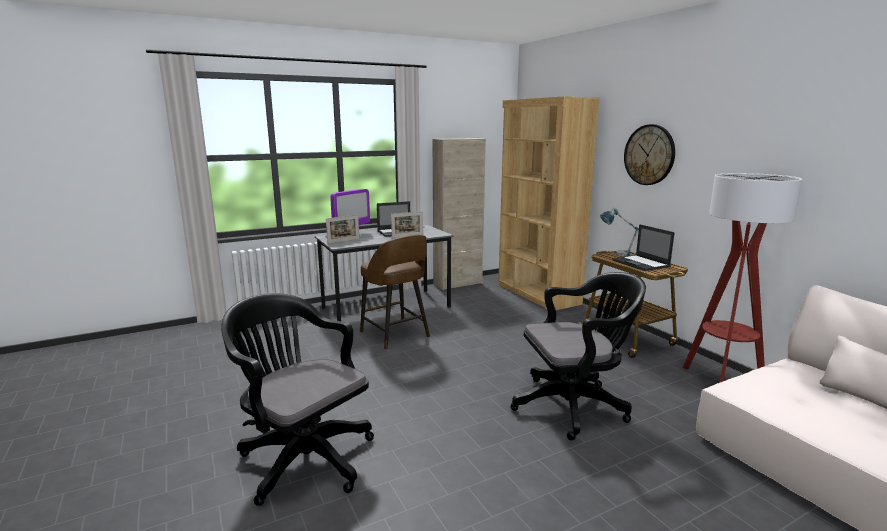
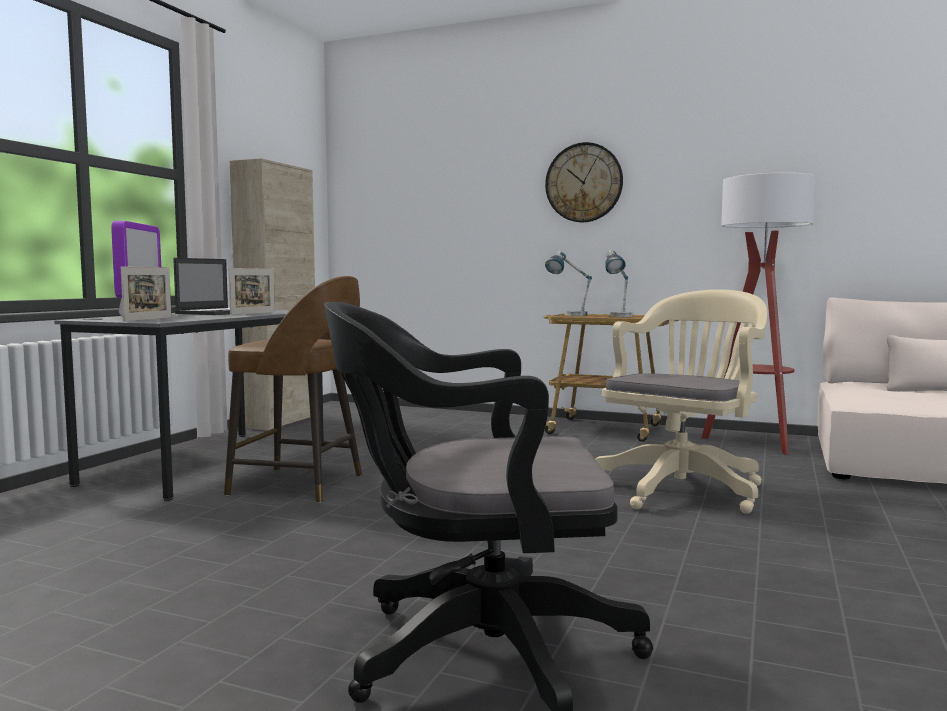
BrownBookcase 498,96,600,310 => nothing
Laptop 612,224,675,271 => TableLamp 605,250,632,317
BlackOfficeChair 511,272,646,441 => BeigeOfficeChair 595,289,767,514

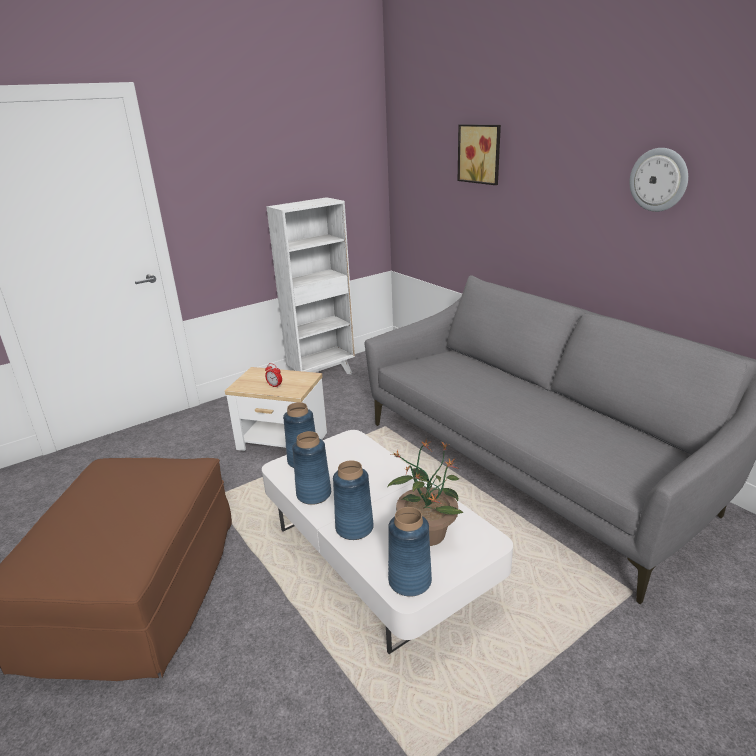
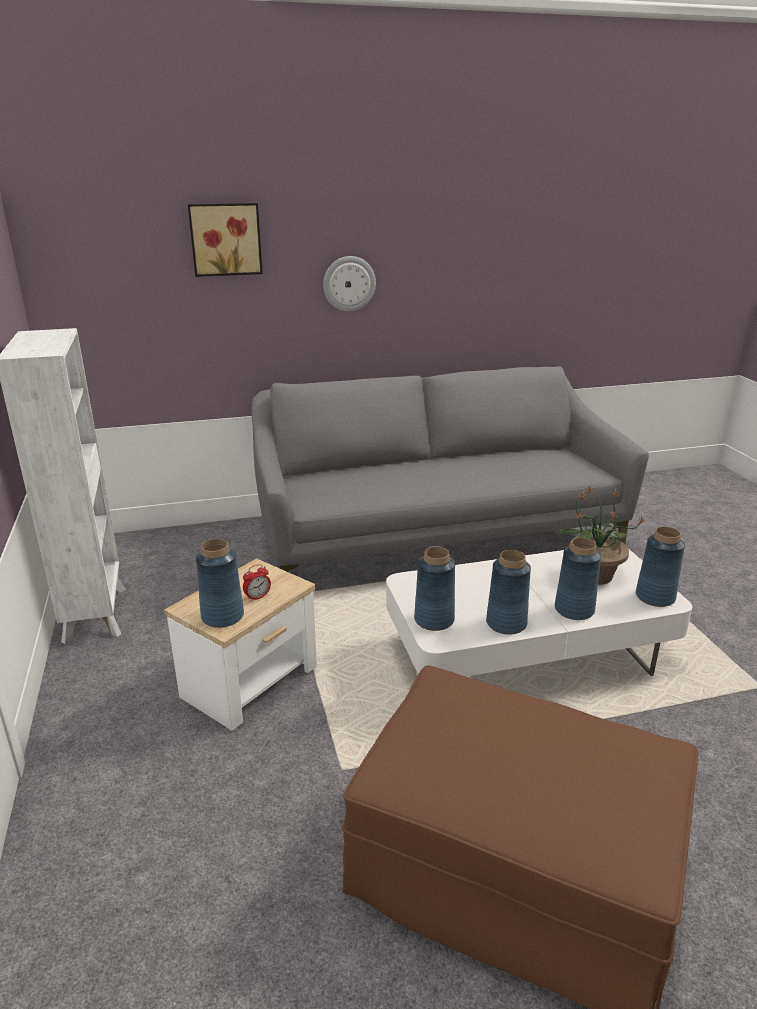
nothing => BlueVase 196,539,244,628
WallClock 630,148,688,212 => WallClock 323,256,376,311, shifted

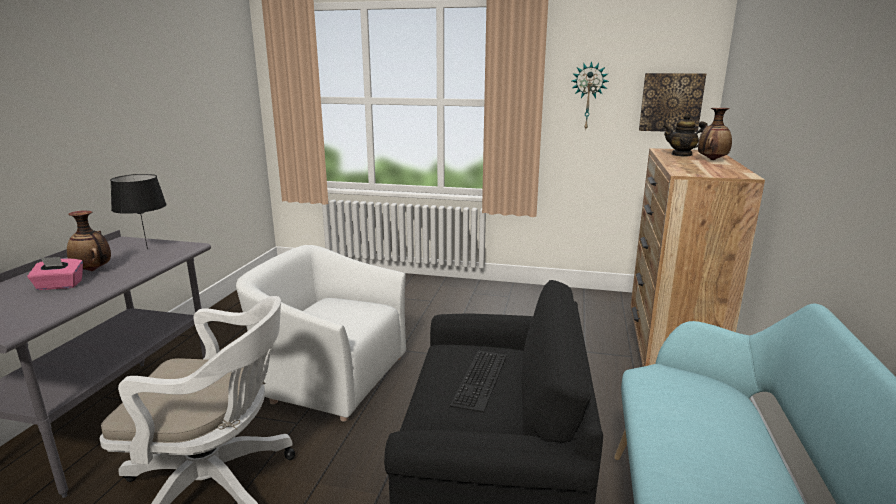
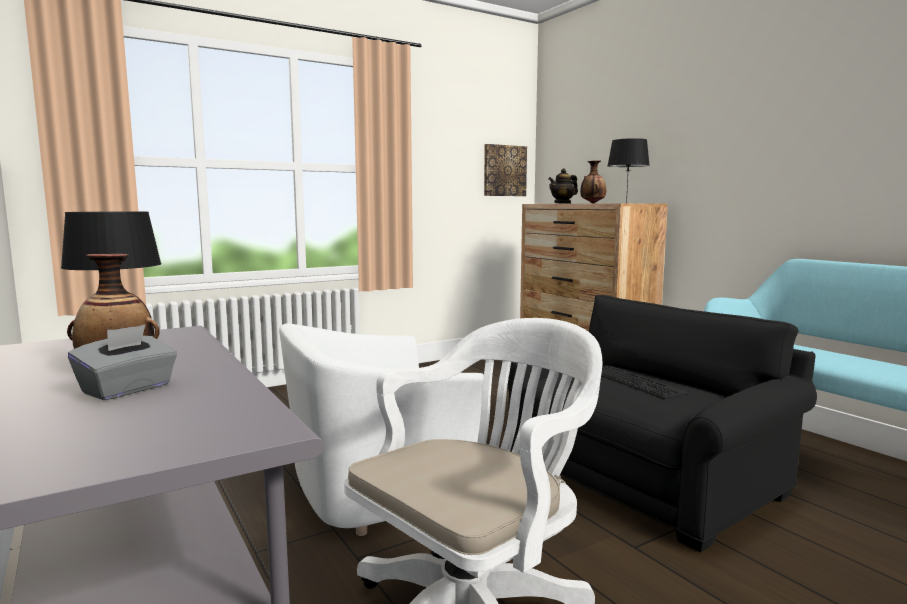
WallClock 572,61,609,129 => nothing
nothing => BlackTableLamp 608,138,650,203
PinkTissueBox 27,257,83,290 => GreyTissueBox 68,324,177,400

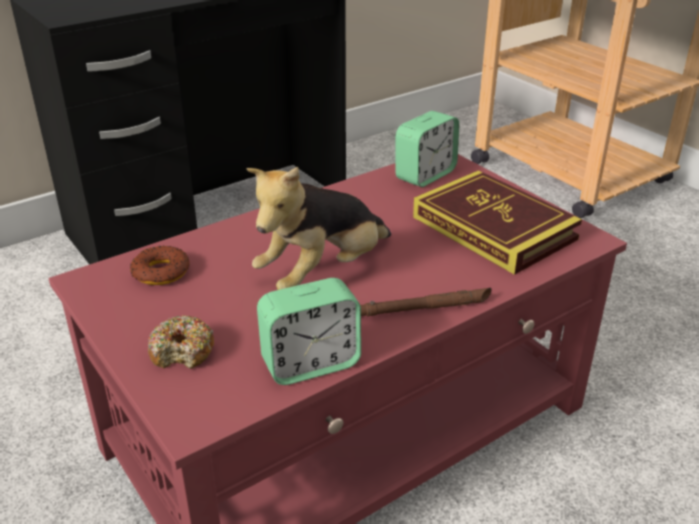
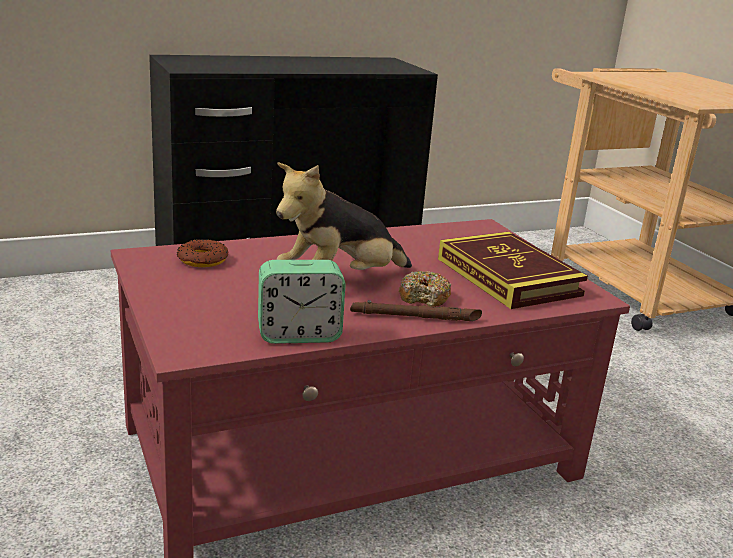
AlarmClock 396,111,459,187 => nothing
Donut 148,315,214,369 => Donut 399,270,451,307, shifted

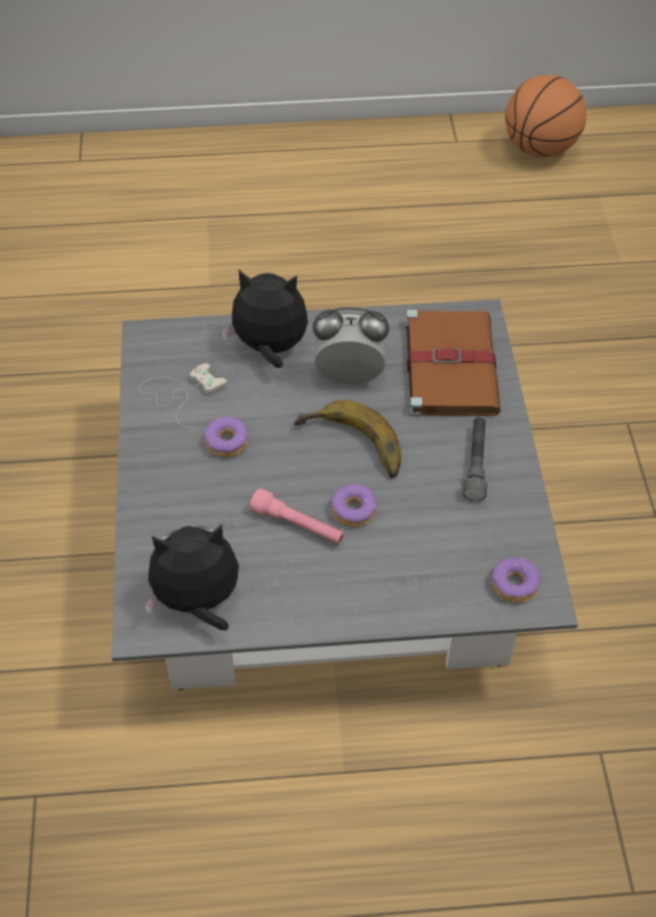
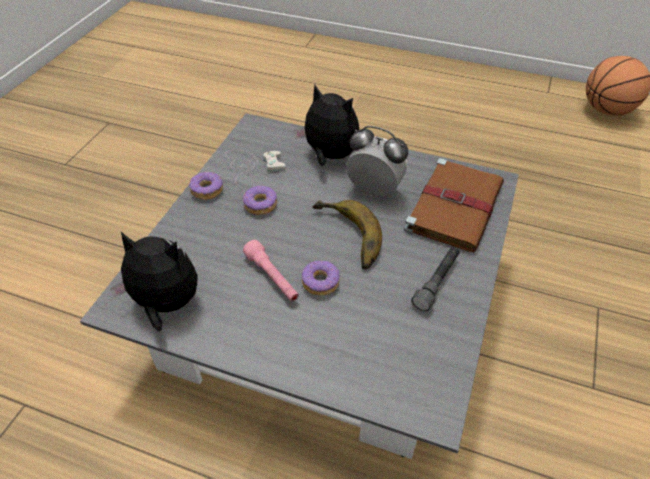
Donut 491,557,541,603 => Donut 189,172,223,200, shifted

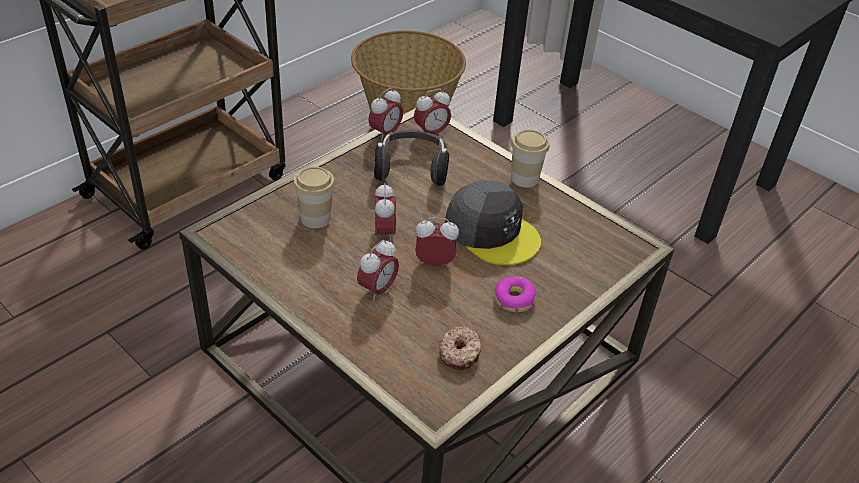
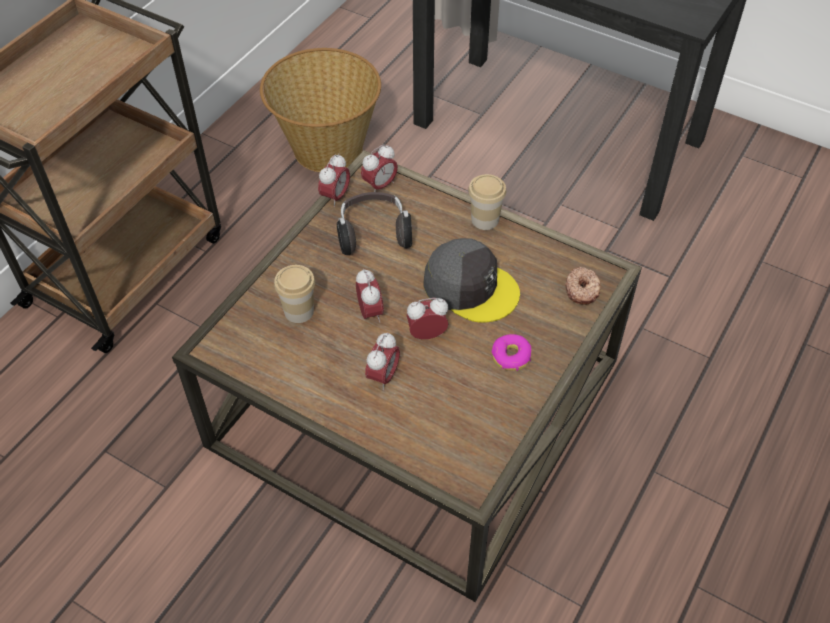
Donut 439,326,482,370 => Donut 565,267,601,305, shifted

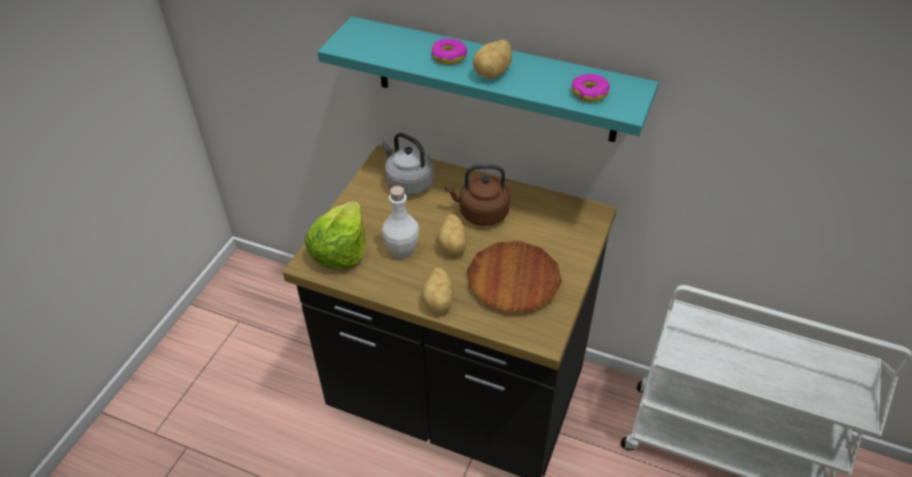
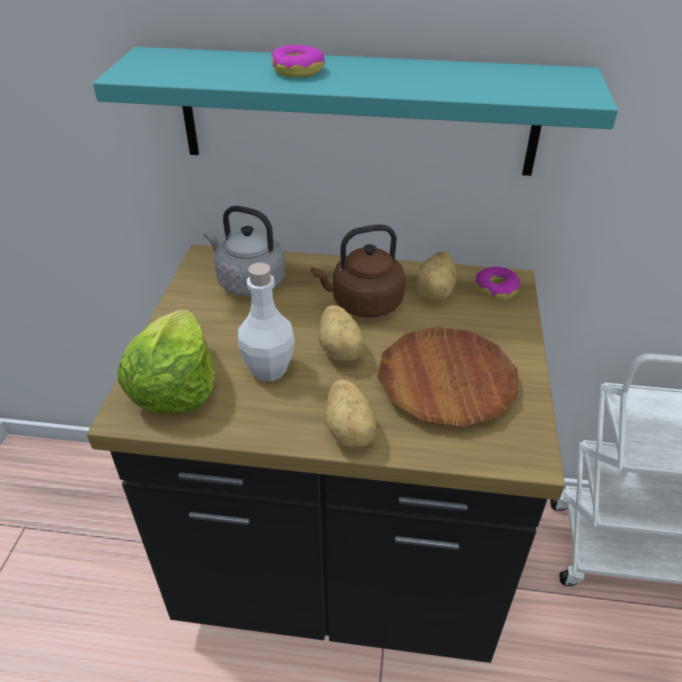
Potato 473,39,512,79 => Potato 415,251,457,301, shifted
Donut 571,74,610,102 => Donut 475,267,520,300, shifted

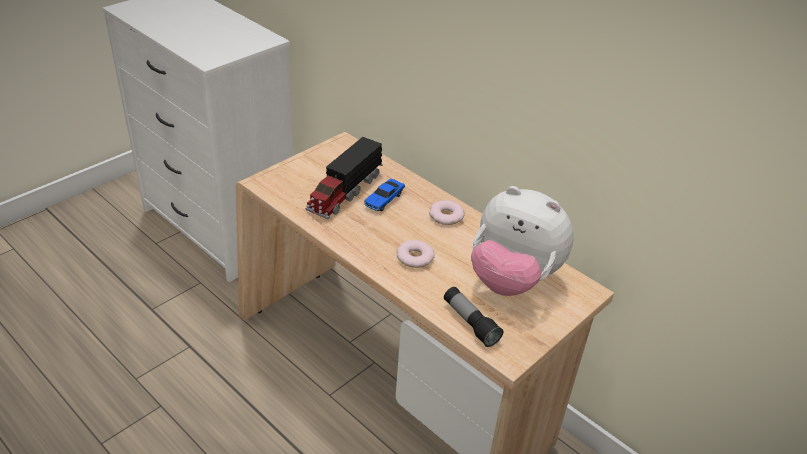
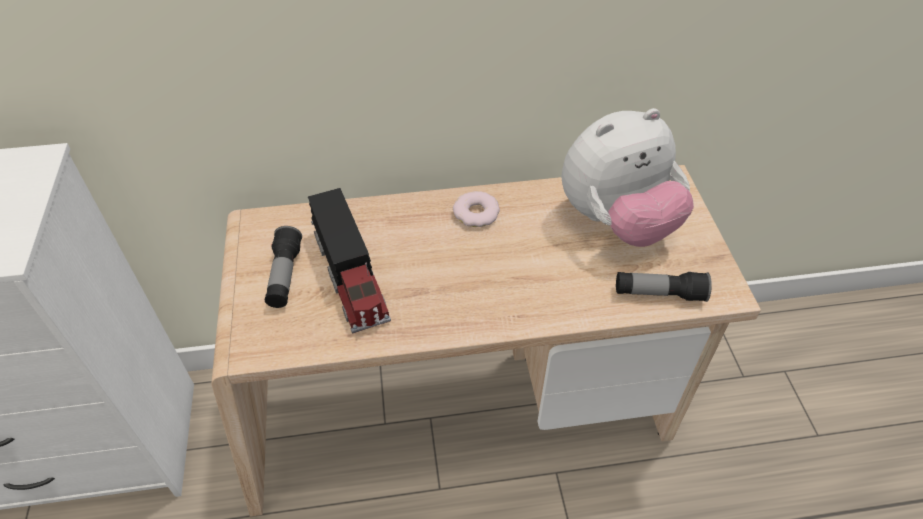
ToyCar 364,179,405,211 => nothing
Donut 397,240,435,268 => nothing
nothing => Flashlight 265,226,302,308

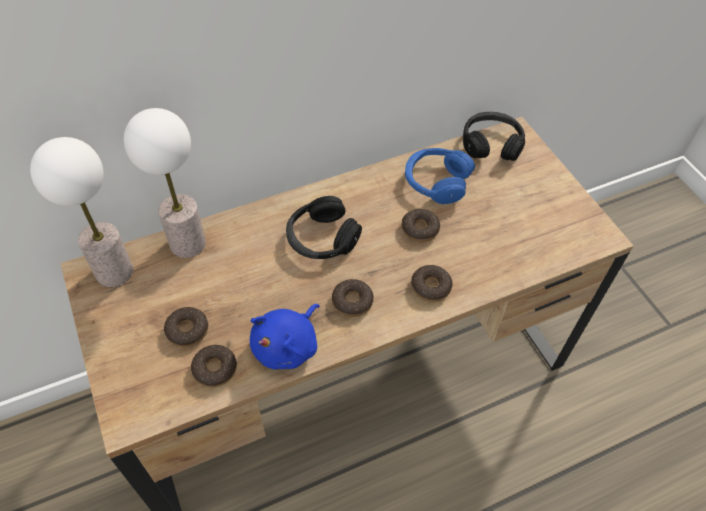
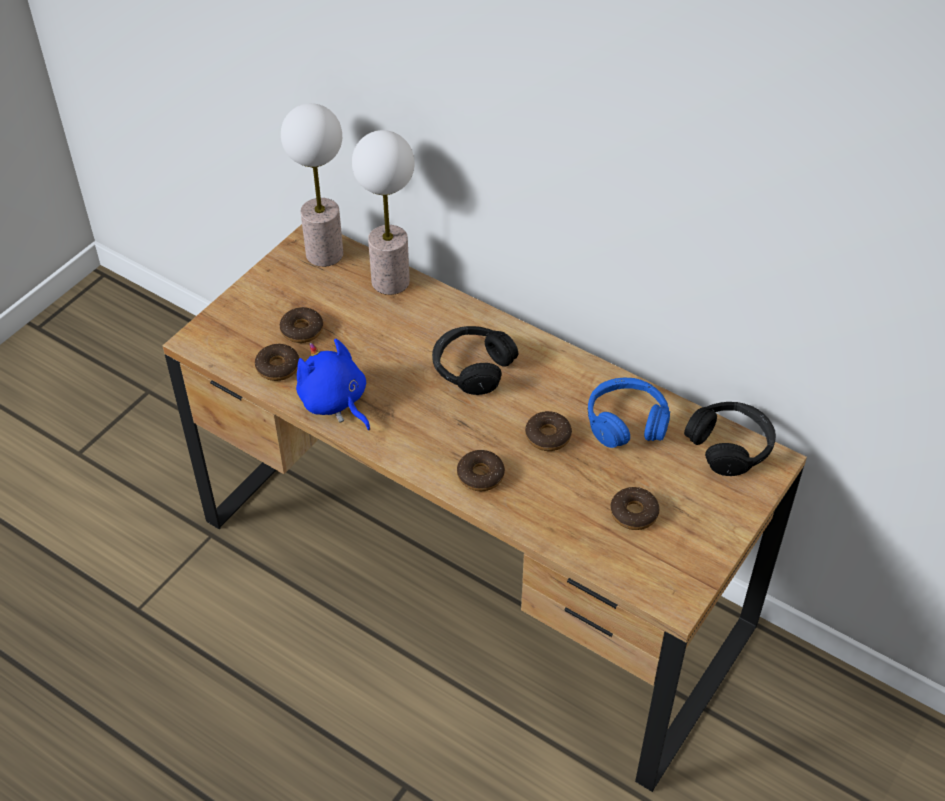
Donut 332,279,374,317 => Donut 610,487,659,530, shifted
BluePlushToy 250,304,320,370 => BluePlushToy 296,339,370,430, 45 degrees clockwise

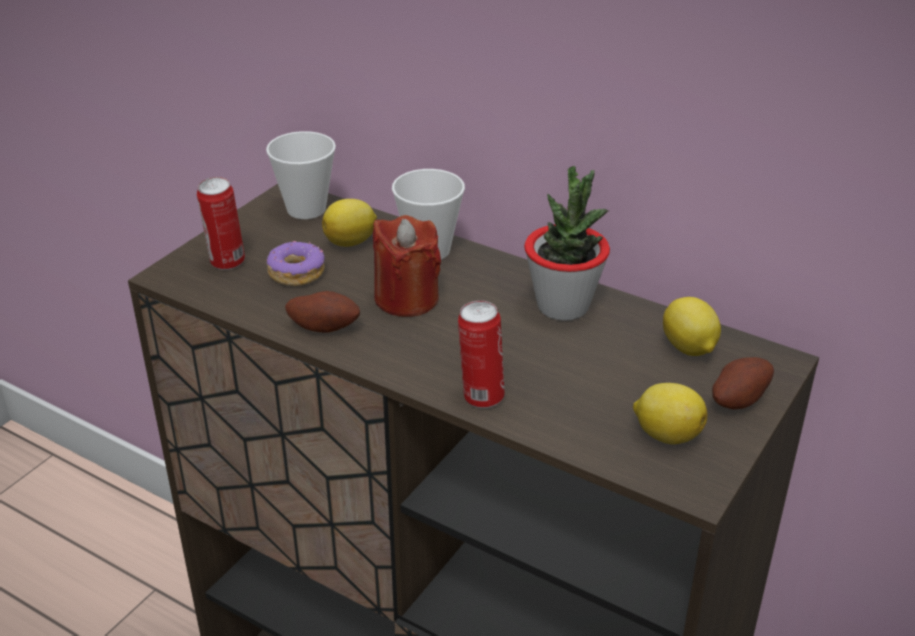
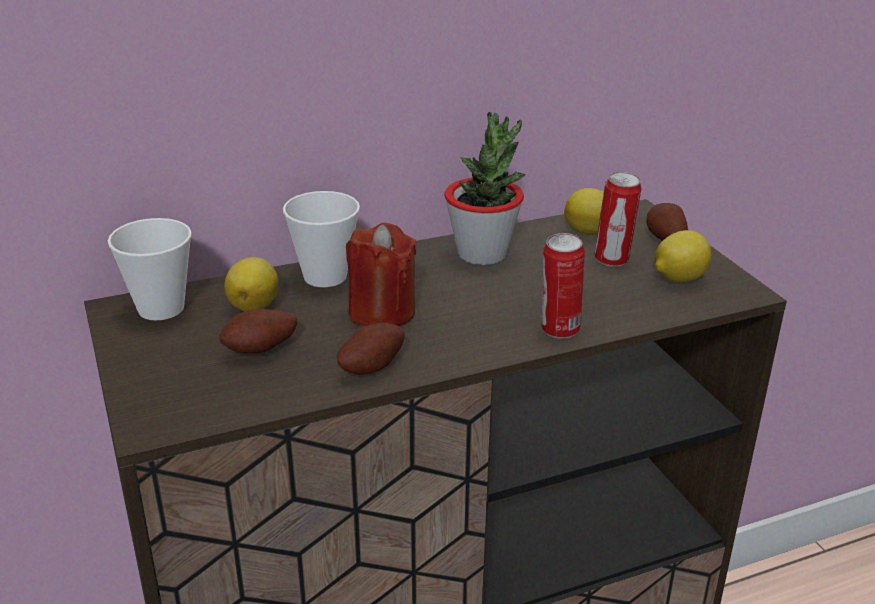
Can 197,177,245,270 => Can 595,172,641,267, shifted
Donut 267,241,325,286 => Potato 219,309,298,353

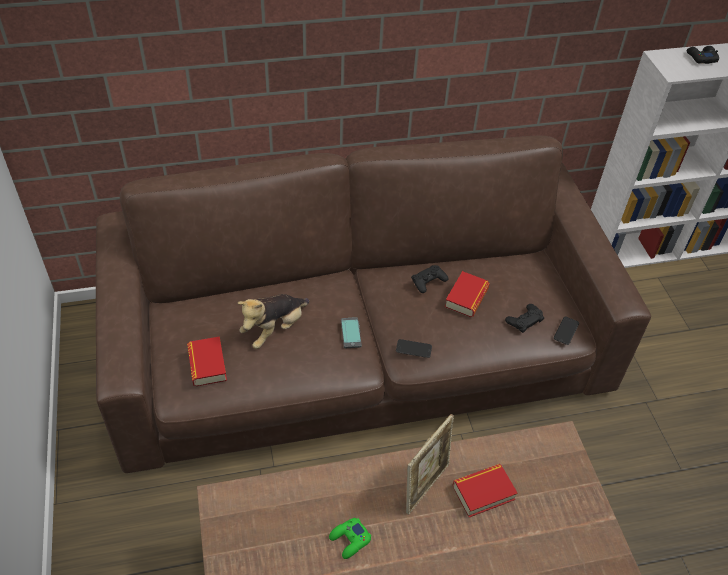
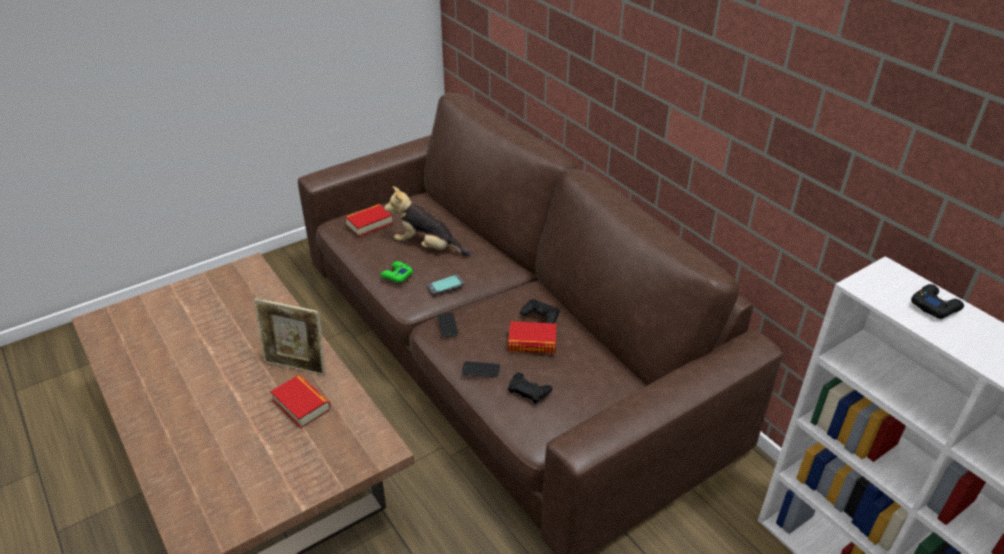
GreenGameController 329,518,371,559 => GreenGameController 380,261,413,283, shifted
Phone 554,317,579,345 => Phone 462,361,500,377, shifted

